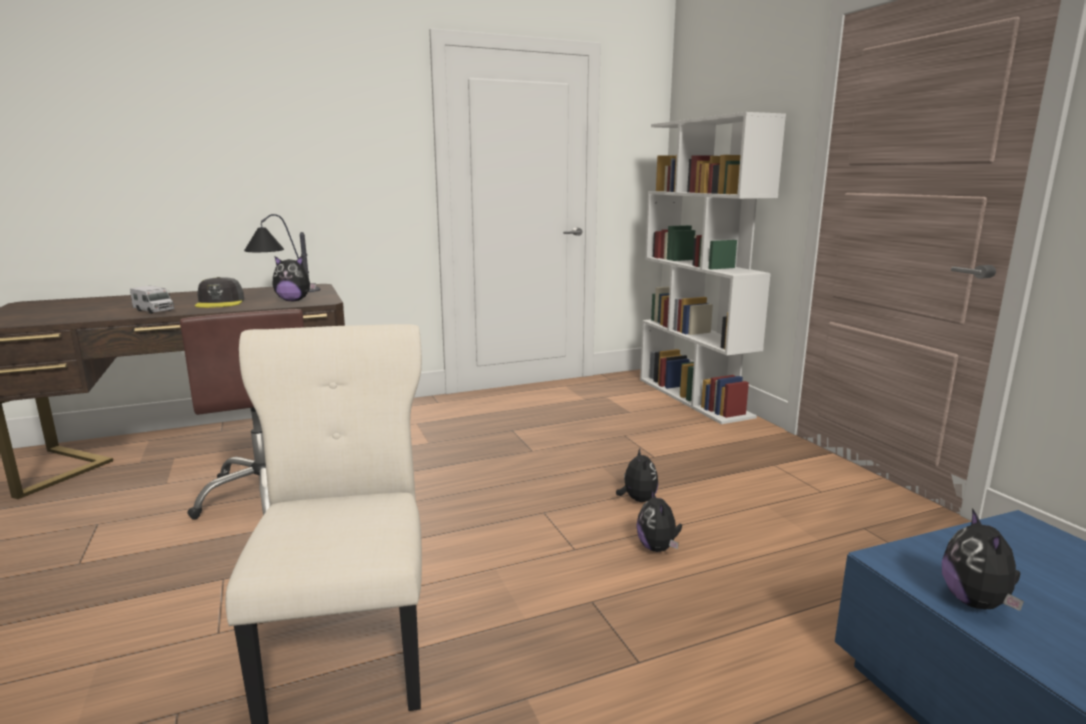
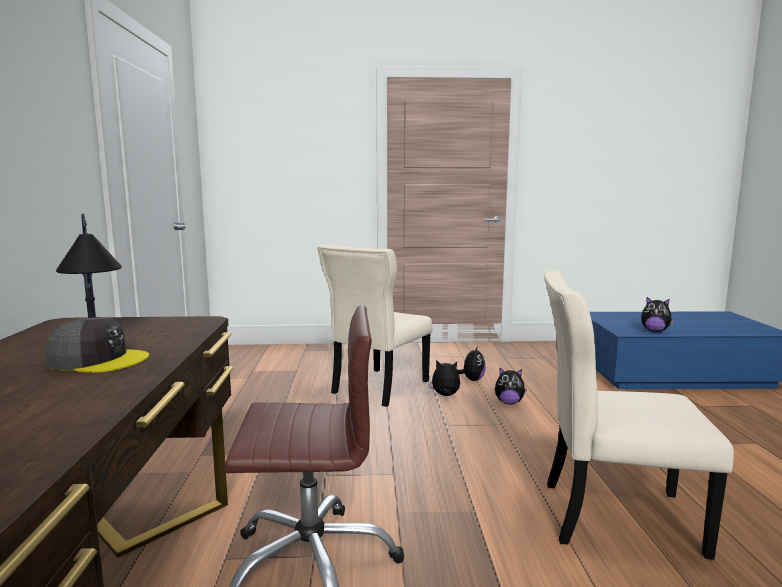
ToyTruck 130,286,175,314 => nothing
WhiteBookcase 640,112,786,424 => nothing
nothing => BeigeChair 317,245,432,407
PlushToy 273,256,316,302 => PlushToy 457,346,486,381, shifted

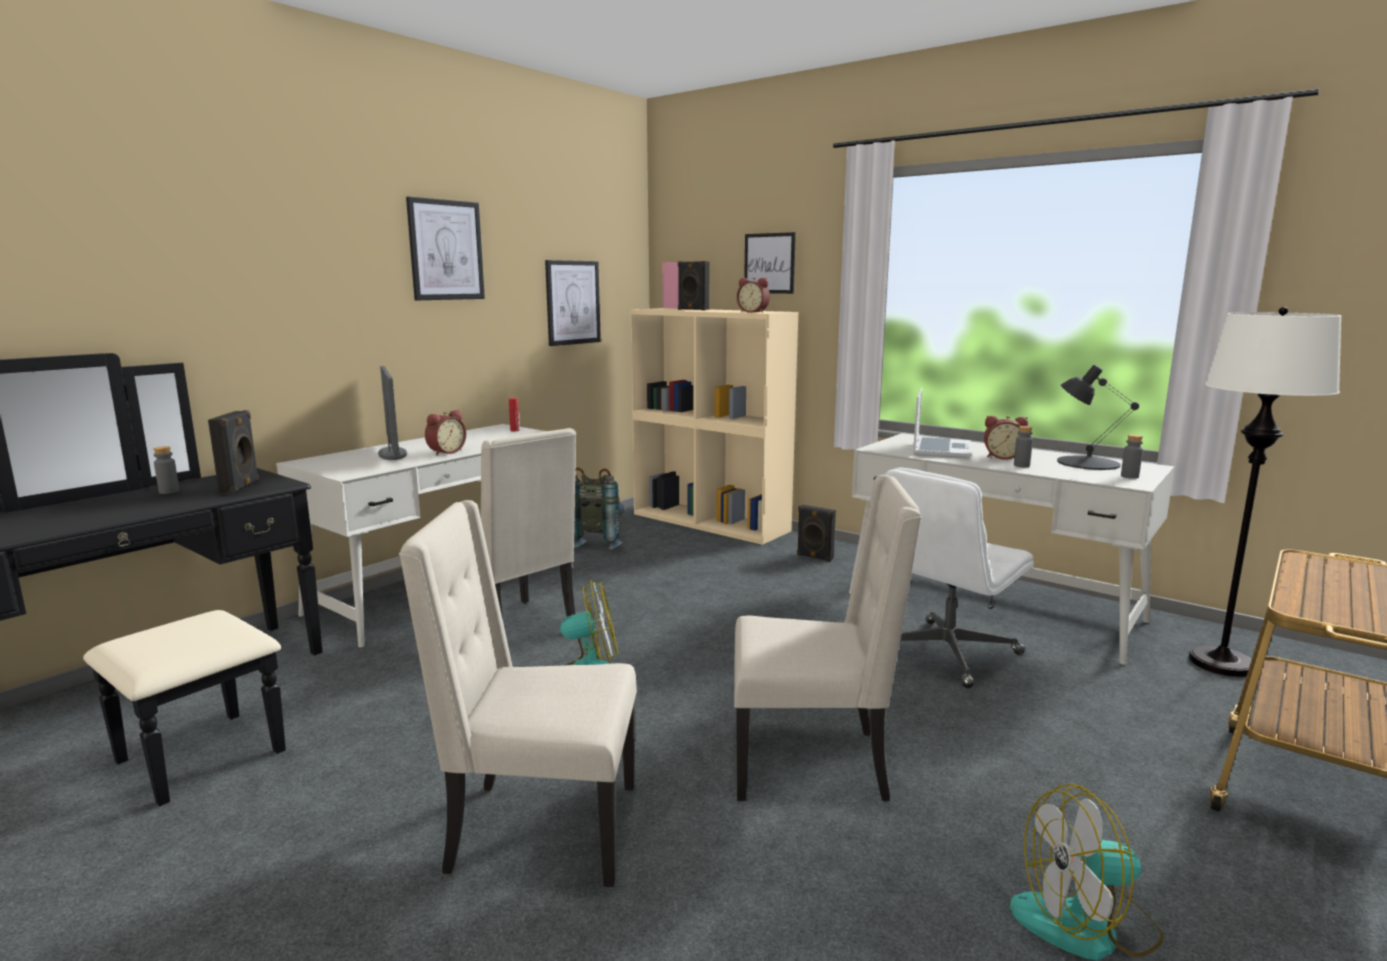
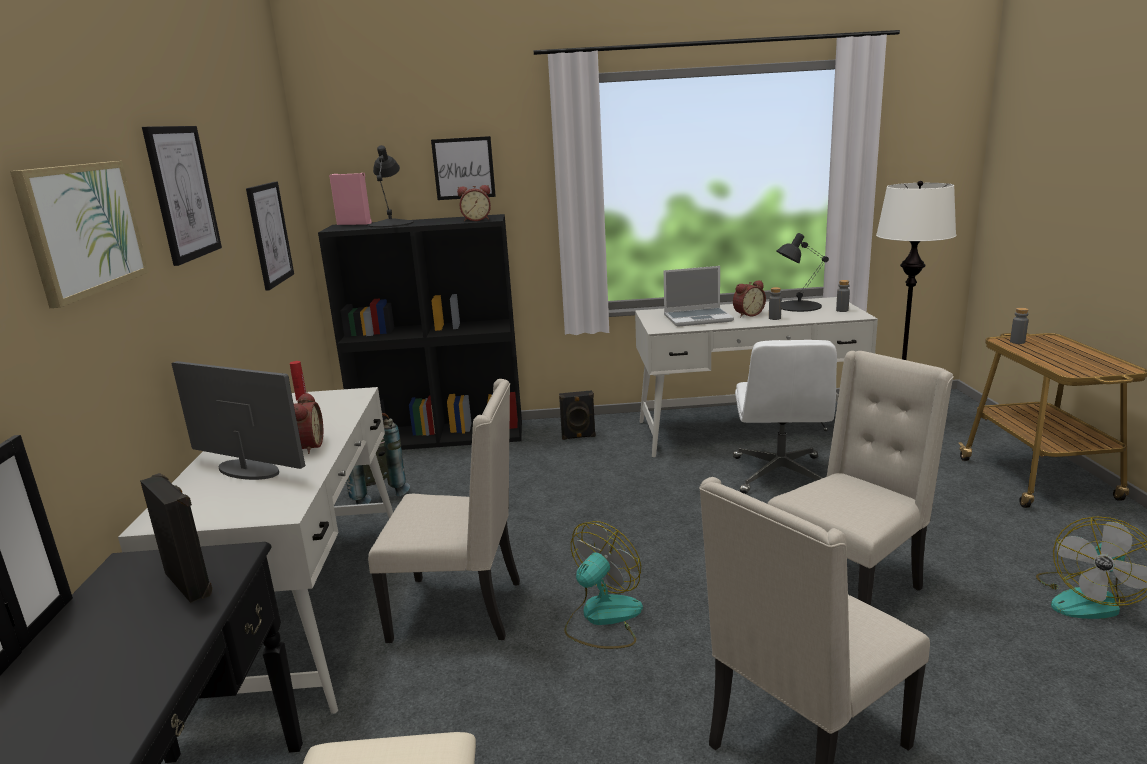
nothing => Picture 10,161,149,308
GreyBottle 154,446,179,494 => GreyBottle 1010,308,1029,344, shifted
BlackSpeaker 678,261,709,310 => BlackTableLamp 368,145,413,228
BeigeBookcase 630,308,798,545 => BlackBookcase 318,214,522,450
Laptop 913,388,971,459 => Laptop 664,266,734,327, 105 degrees clockwise

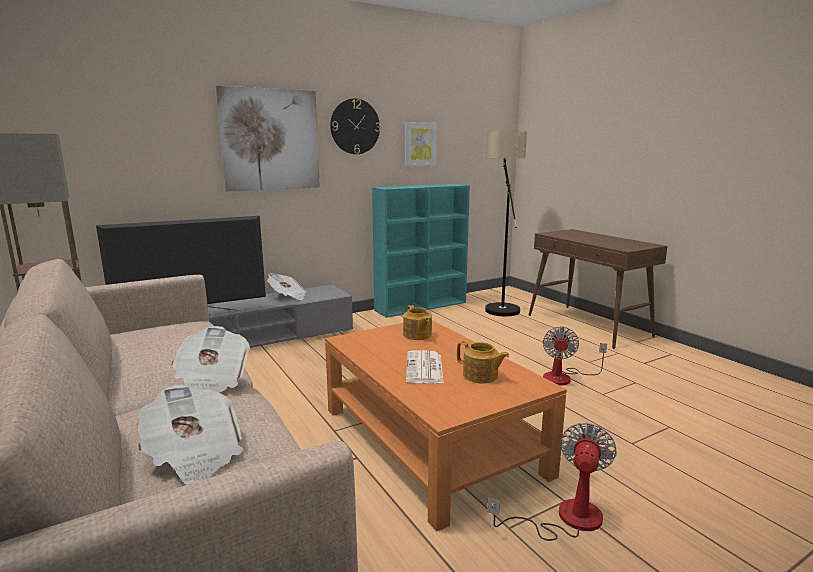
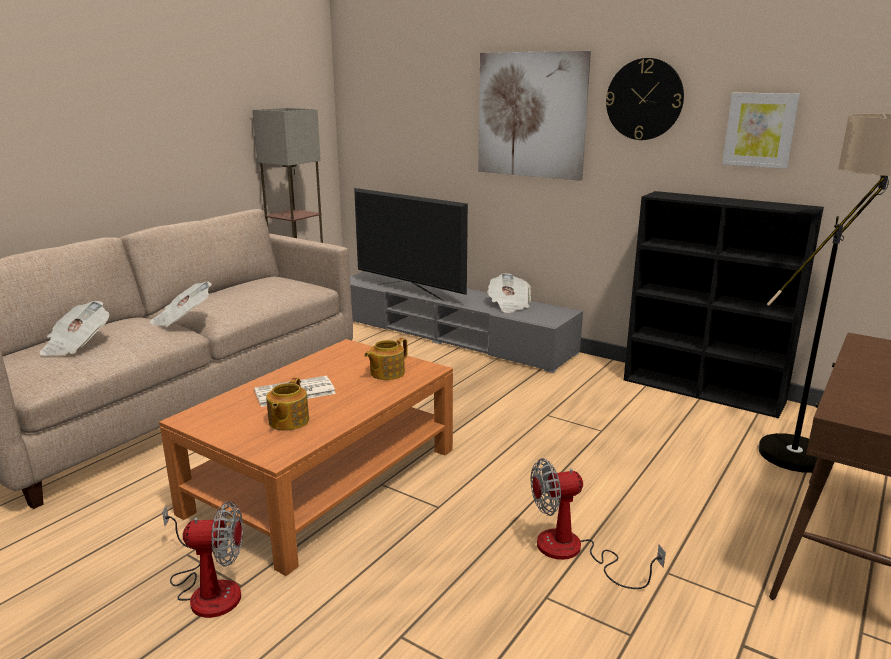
TurquoiseBookcase 372,184,470,318 => BlackBookcase 624,191,824,418

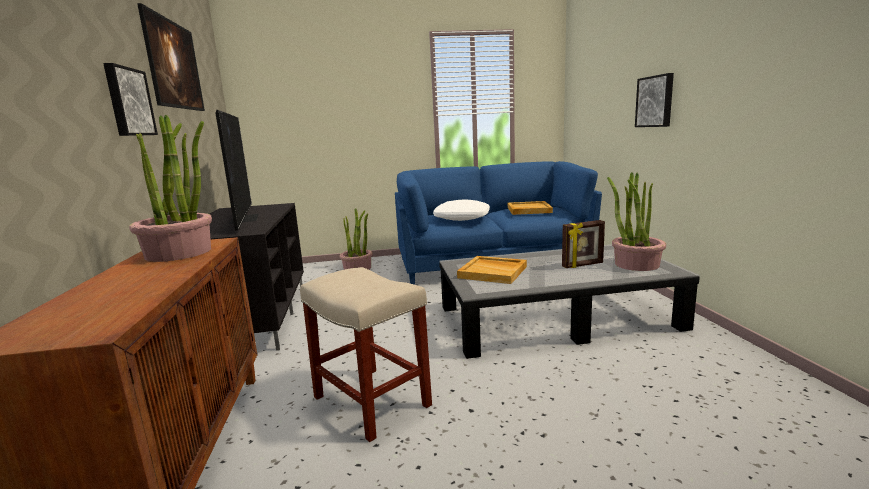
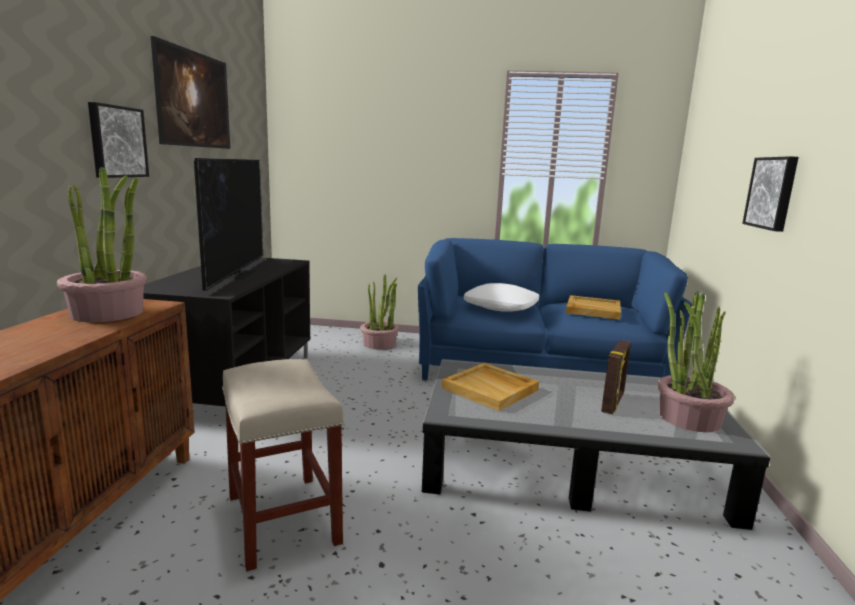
PictureFrame 562,220,605,268 => PictureFrame 601,340,631,414, 60 degrees counterclockwise

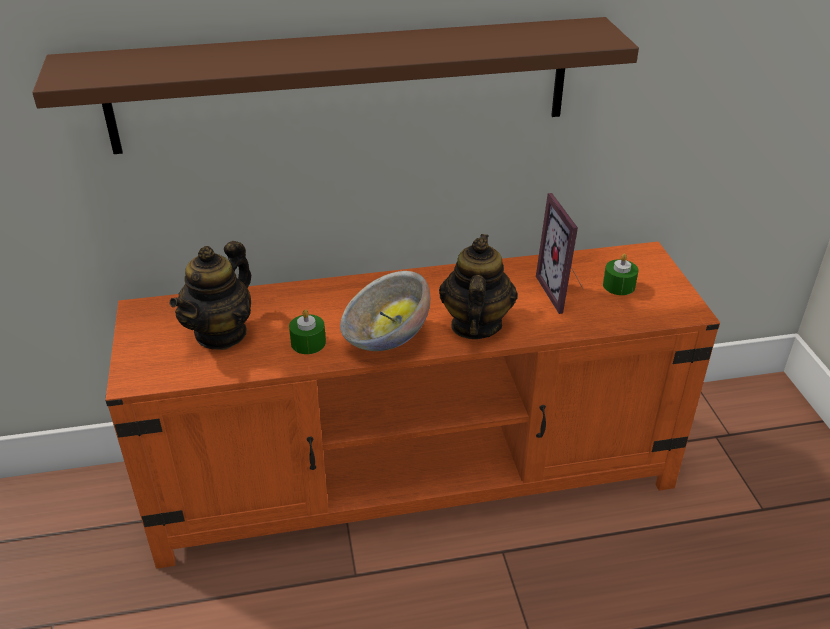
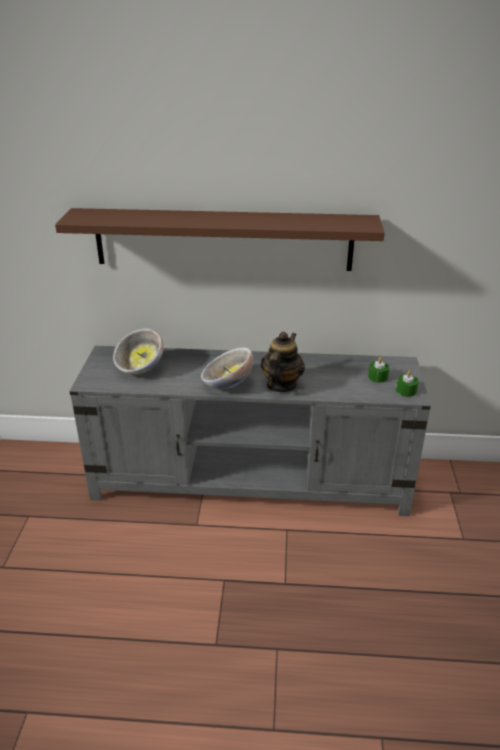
PictureFrame 536,193,584,314 => nothing
GreenCandle 289,309,326,354 => GreenCandle 396,370,418,397, shifted
Teapot 169,241,251,350 => Bowl 113,328,164,375
OrangeTvStand 105,242,720,569 => GreyTvStand 69,346,431,516

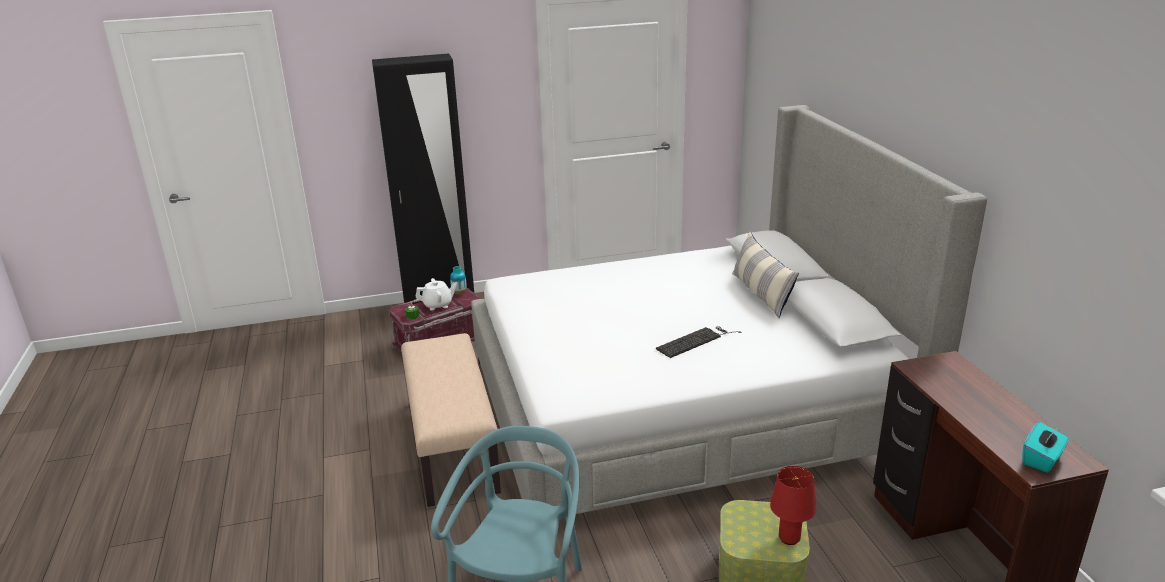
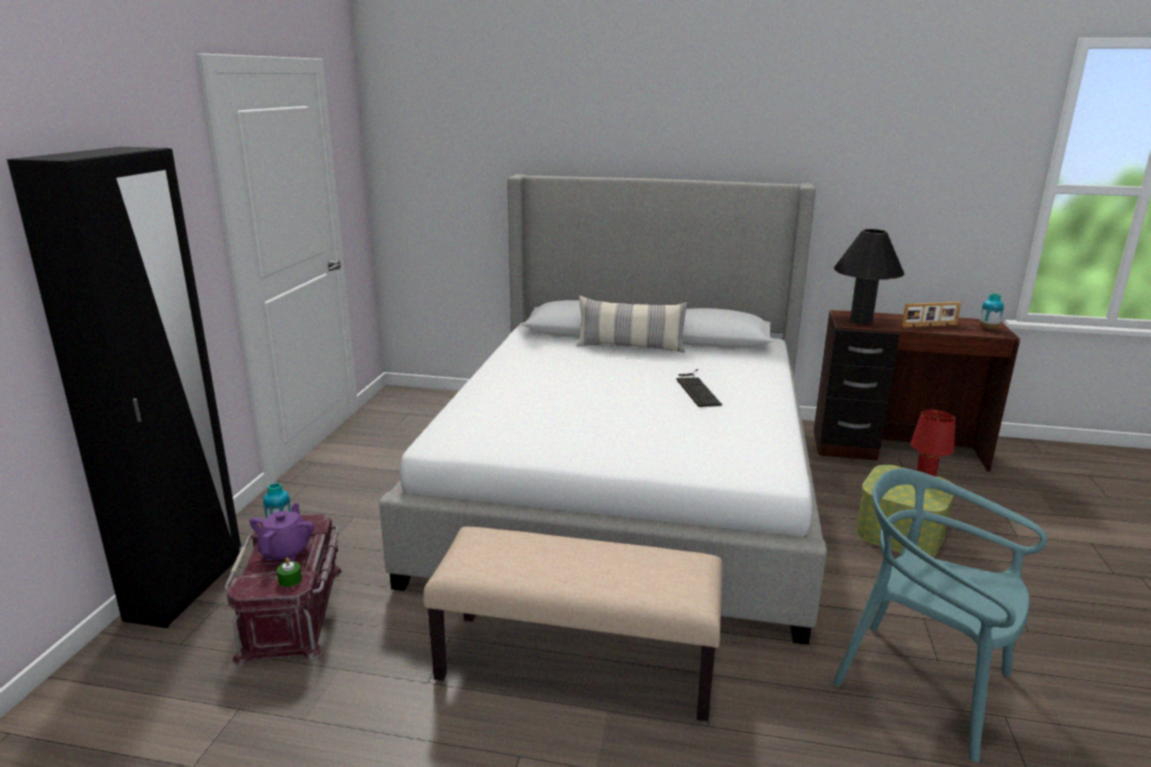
nothing => BlackTableLamp 834,229,904,324
nothing => PictureFrame 902,302,961,327
TurquoiseTissueBox 1022,422,1069,473 => Vase 979,293,1004,329
WhiteTeapot 416,278,457,310 => PurpleTeapot 250,503,314,562

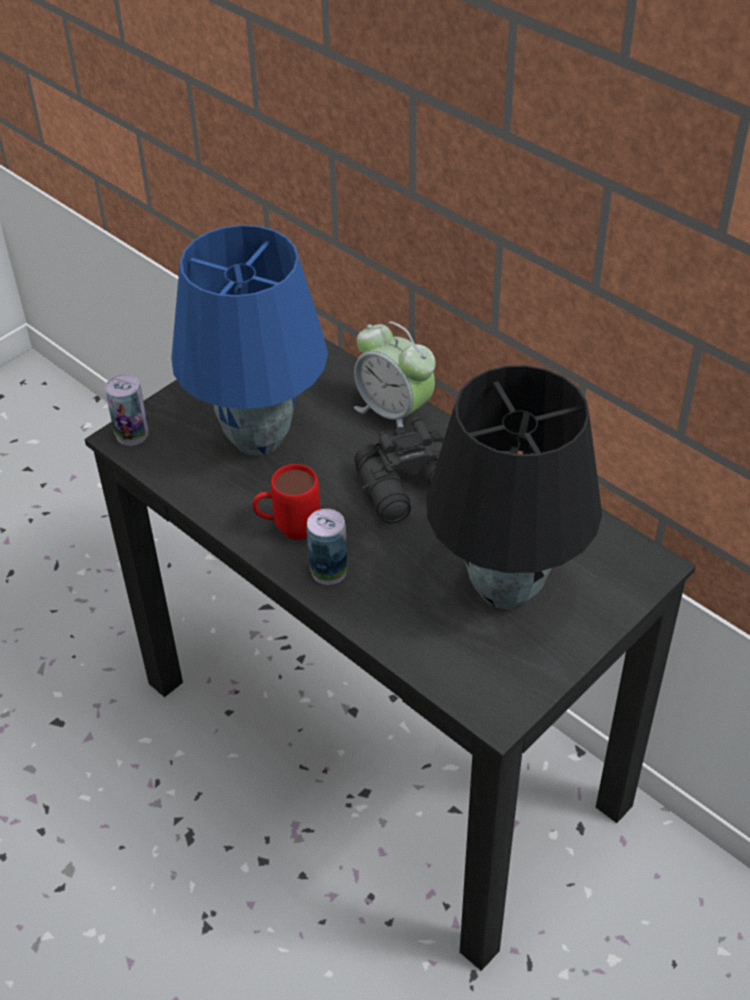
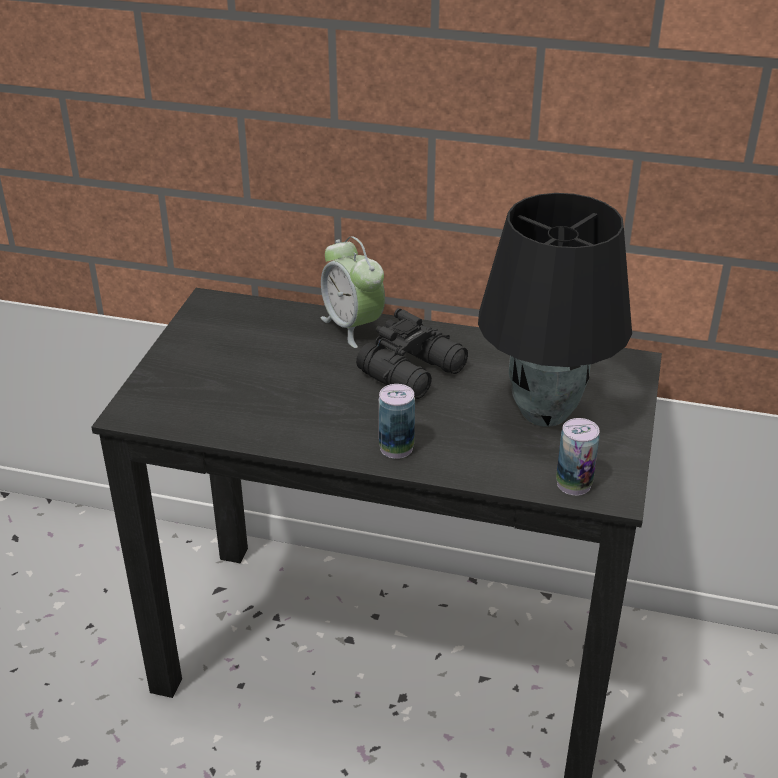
BlueTableLamp 171,225,328,456 => nothing
RedMug 252,464,321,540 => nothing
Can 105,374,148,445 => Can 556,418,600,496, shifted
AlarmClock 354,322,436,428 => AlarmClock 321,236,385,348, 45 degrees clockwise

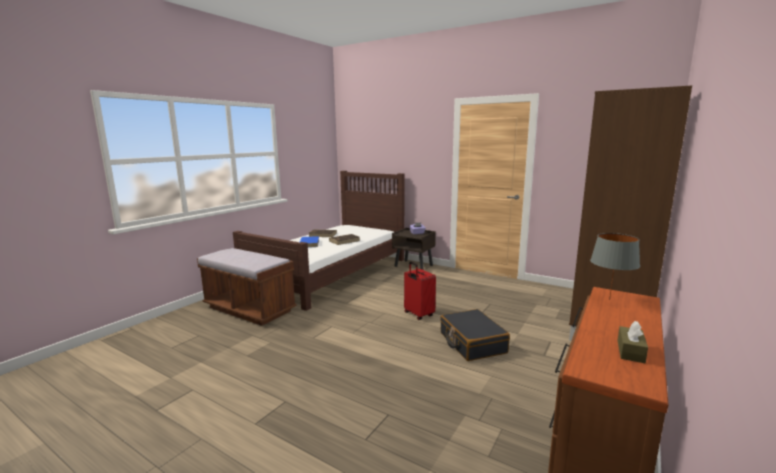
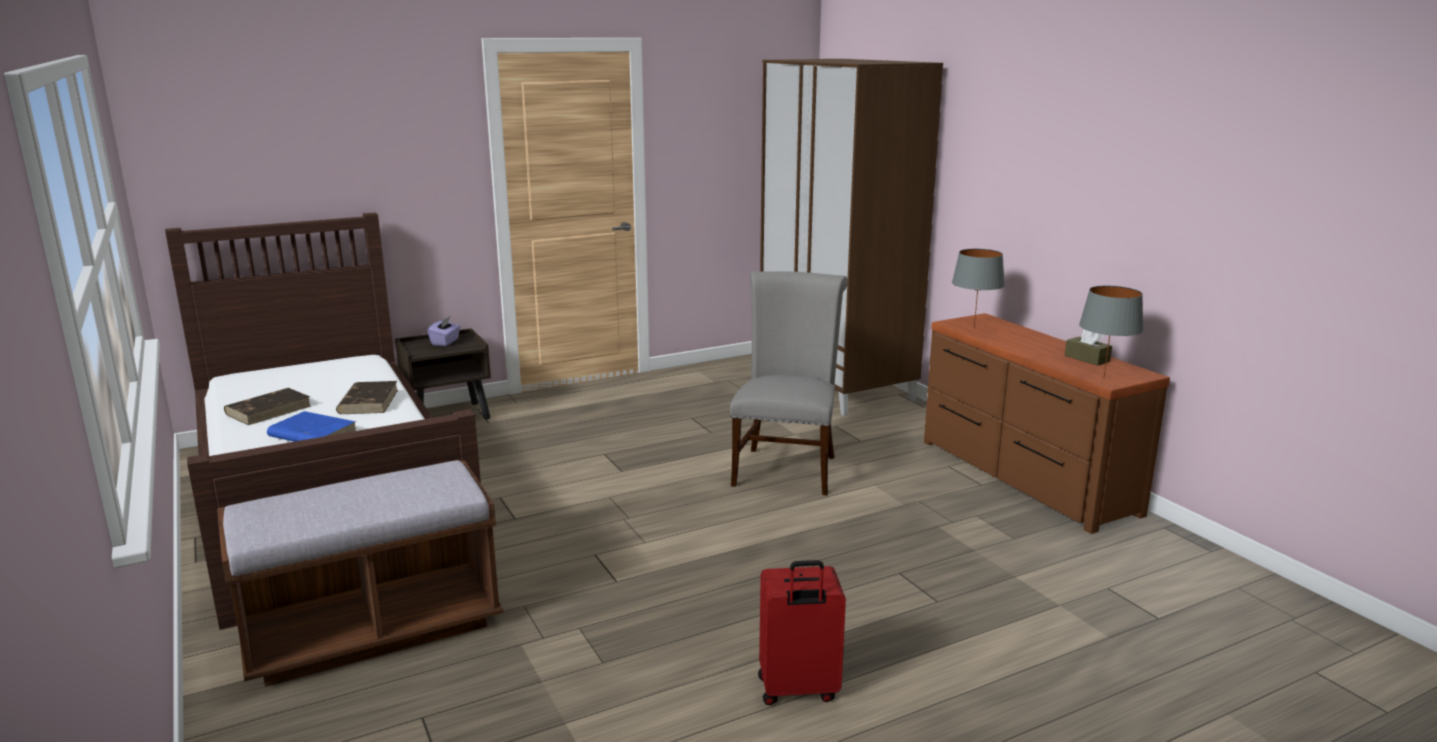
nothing => GreyTableLamp 1079,286,1143,379
RedSuitcase 404,262,436,320 => RedSuitcase 758,560,846,705, shifted
BlackSuitcase 440,309,510,361 => GreyChair 730,271,848,495

